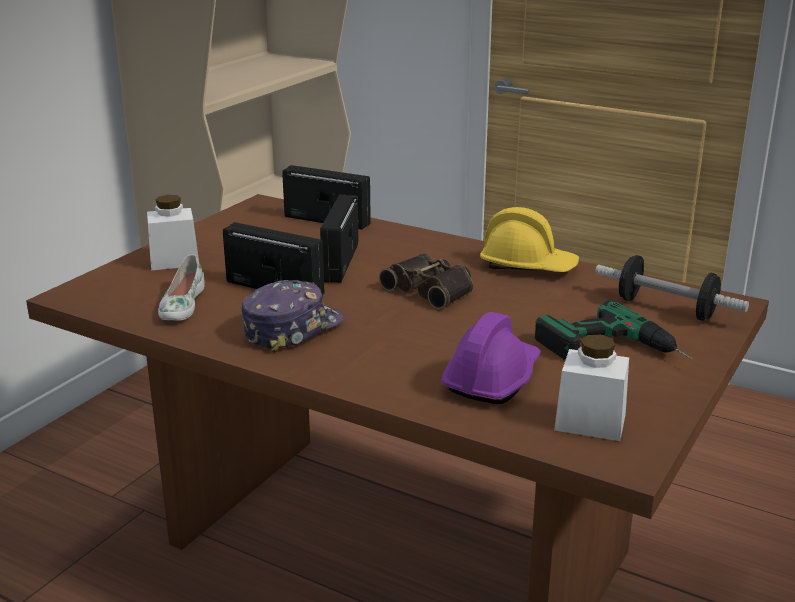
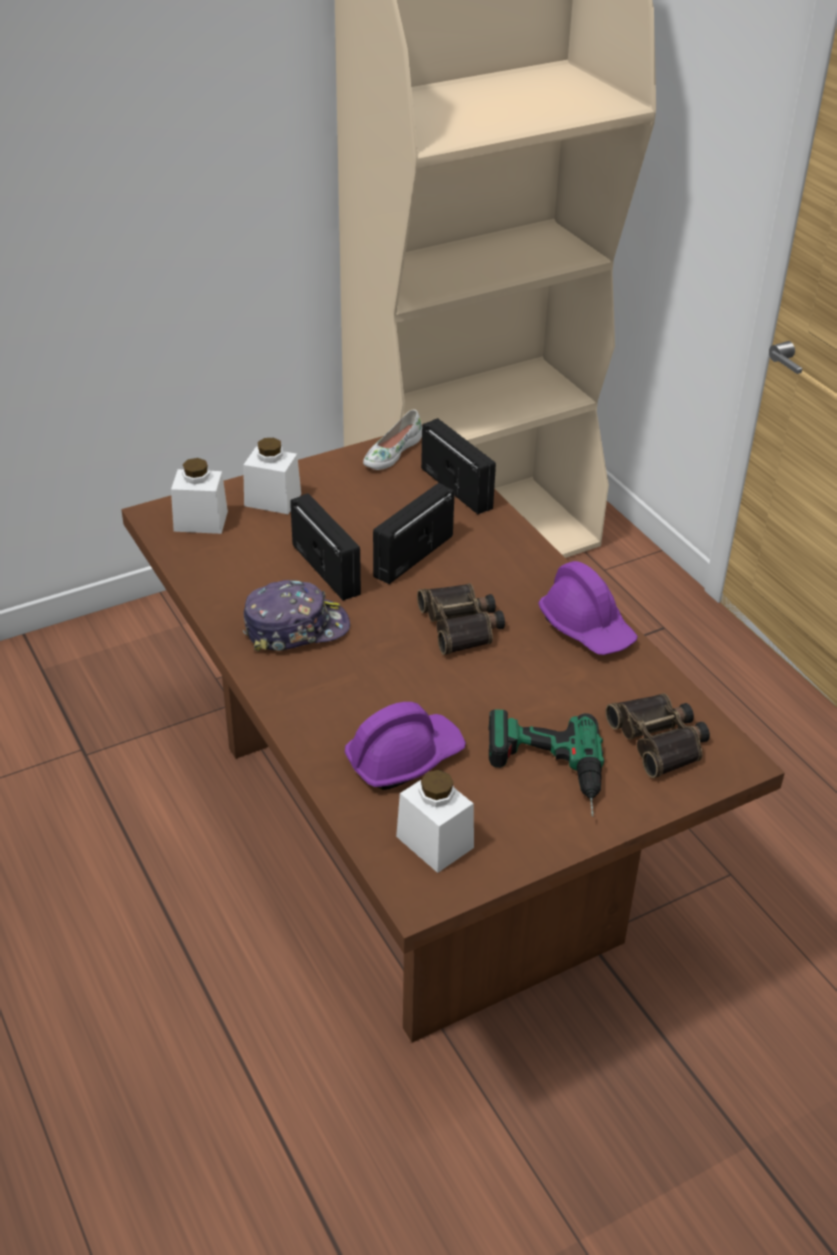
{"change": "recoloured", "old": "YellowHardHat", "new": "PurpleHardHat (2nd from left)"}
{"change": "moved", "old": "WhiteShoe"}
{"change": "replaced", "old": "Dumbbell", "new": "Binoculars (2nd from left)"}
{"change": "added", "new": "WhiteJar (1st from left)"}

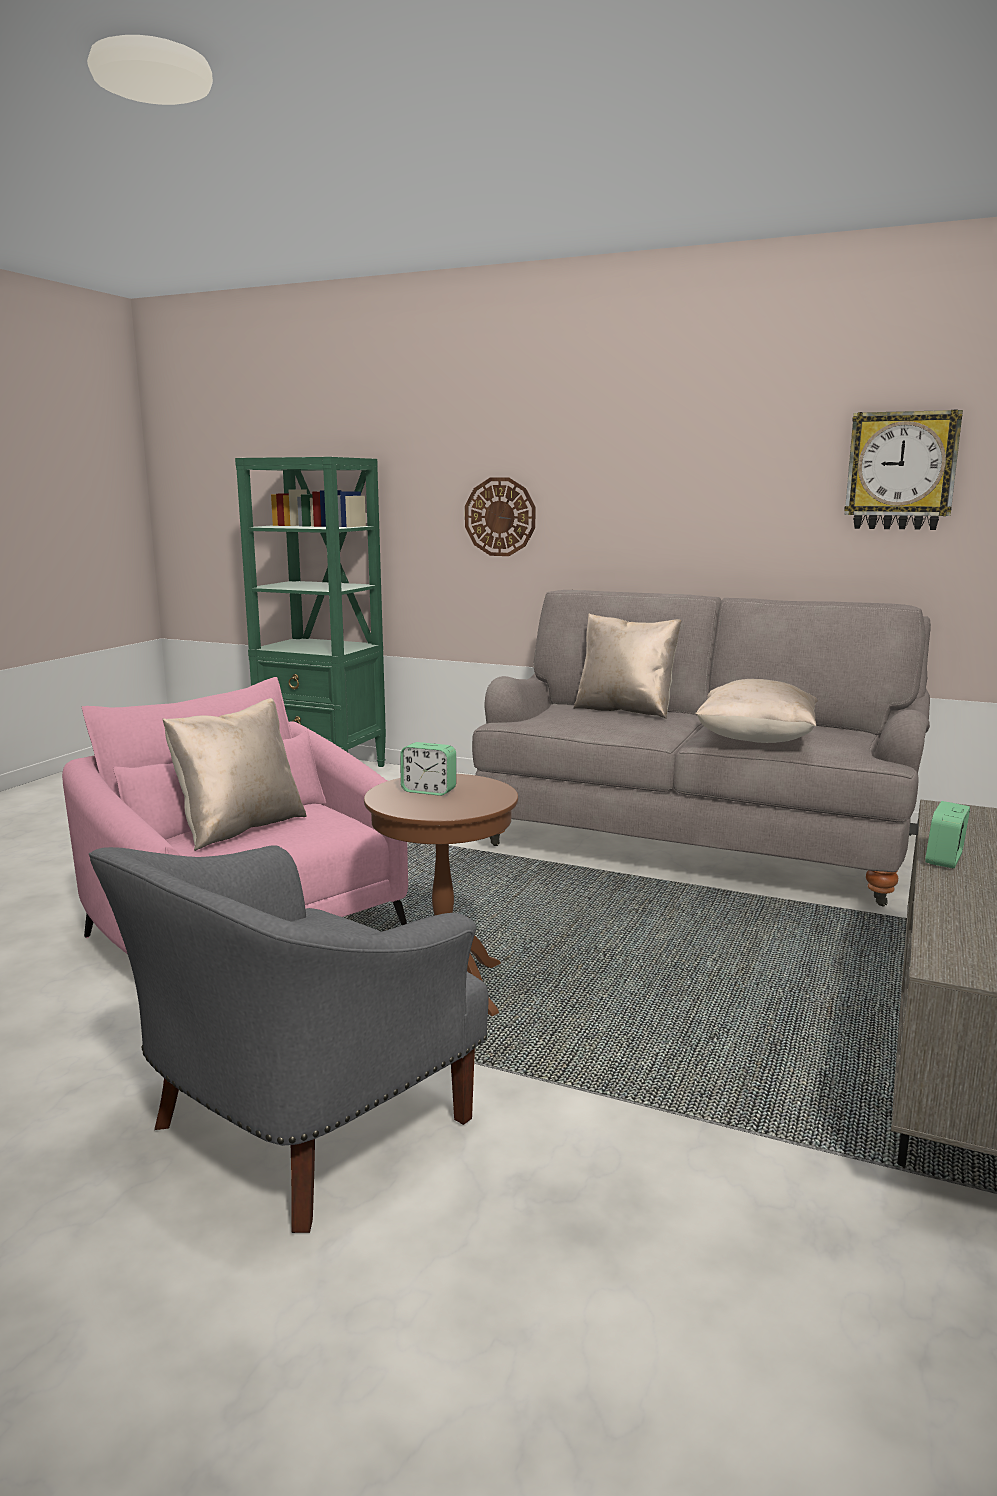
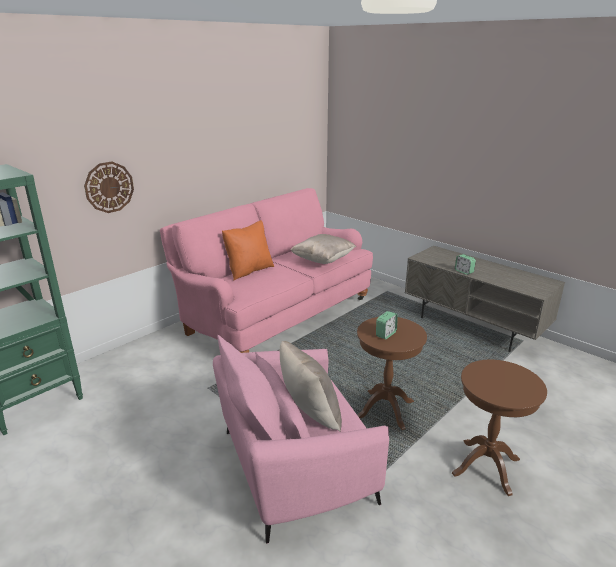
{"change": "removed", "old": "WallClock (2nd from left)"}
{"change": "recoloured", "old": "GreySofa", "new": "PinkSofa"}
{"change": "recoloured", "old": "BeigePillow (2nd from left)", "new": "OrangePillow"}
{"change": "replaced", "old": "GreyArmchair", "new": "BrownSideTable (2nd from left)"}

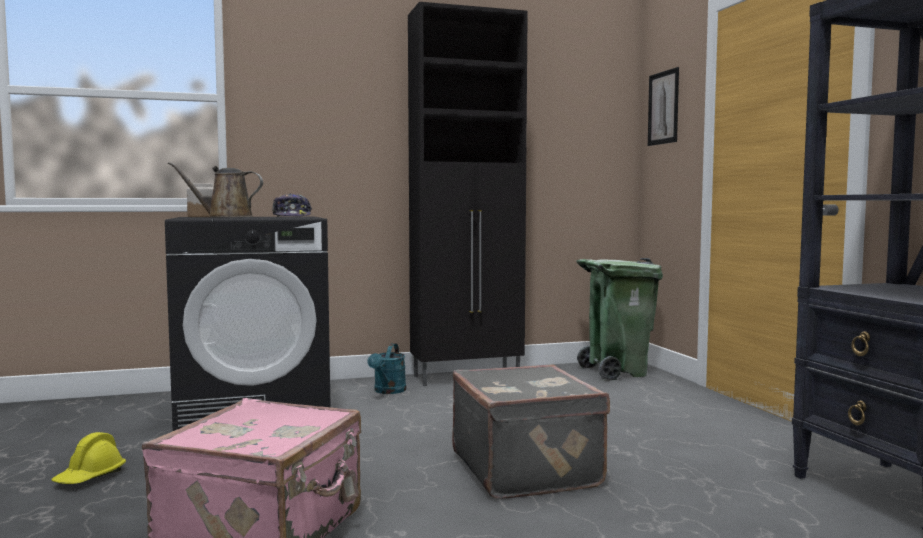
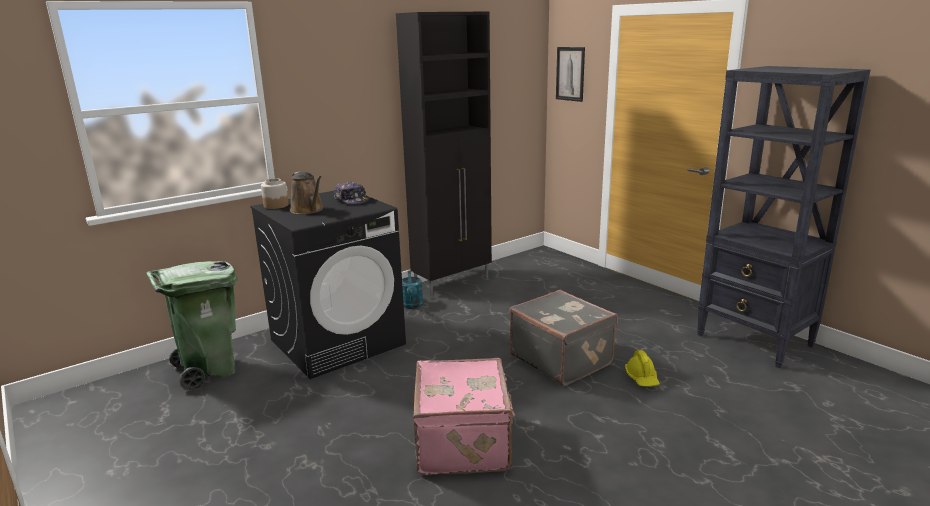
{"change": "turned", "old": "BrownWateringCan", "degrees": -105}
{"change": "moved", "old": "GreenTrashCan"}
{"change": "moved", "old": "YellowHardHat"}

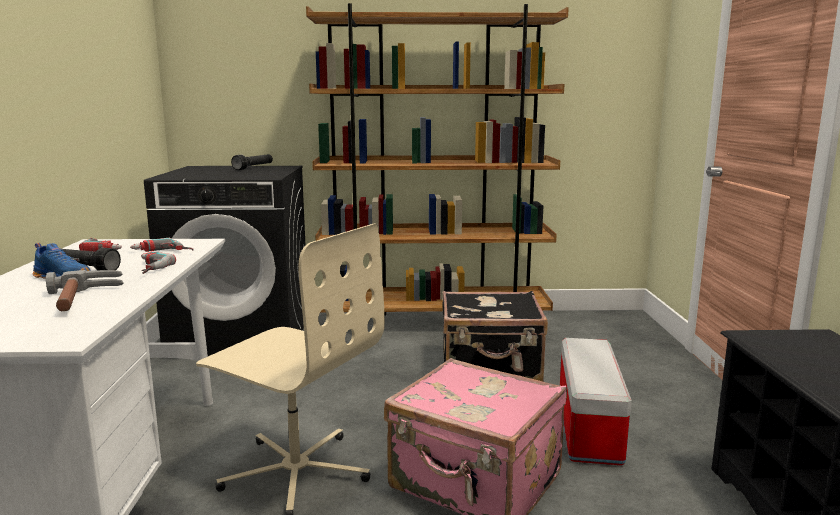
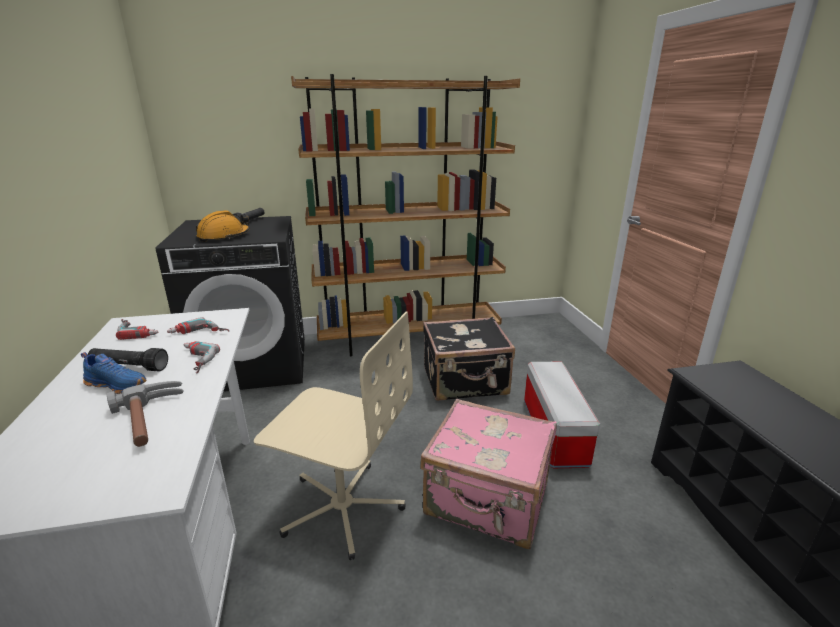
{"change": "added", "new": "OrangeHardHat"}

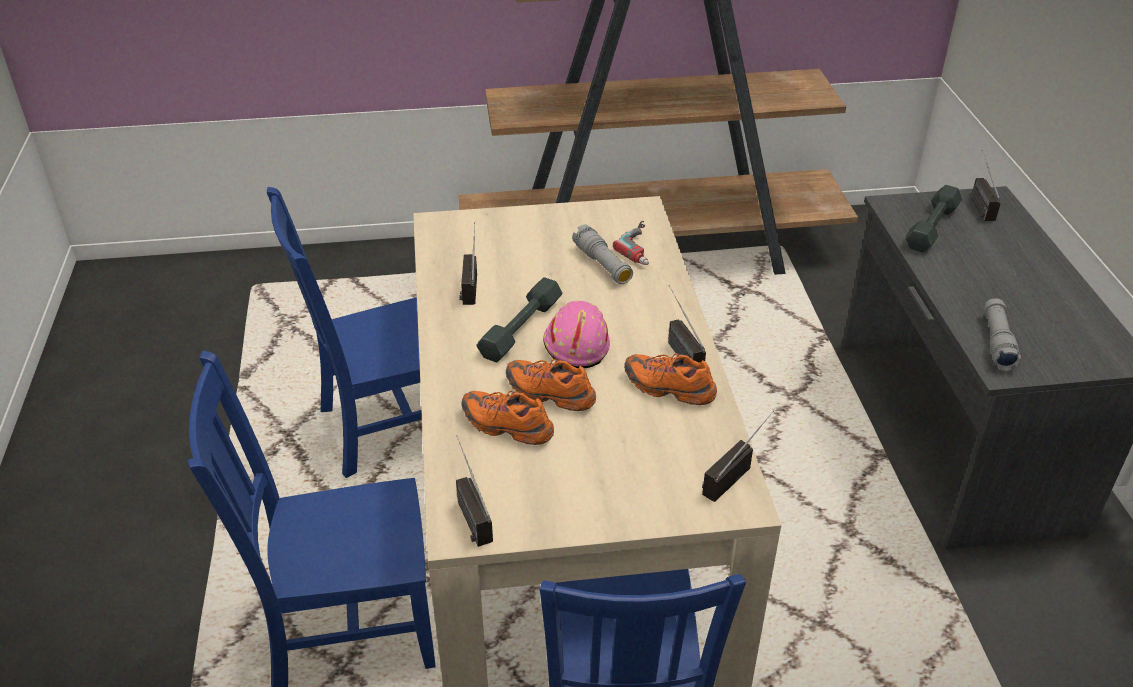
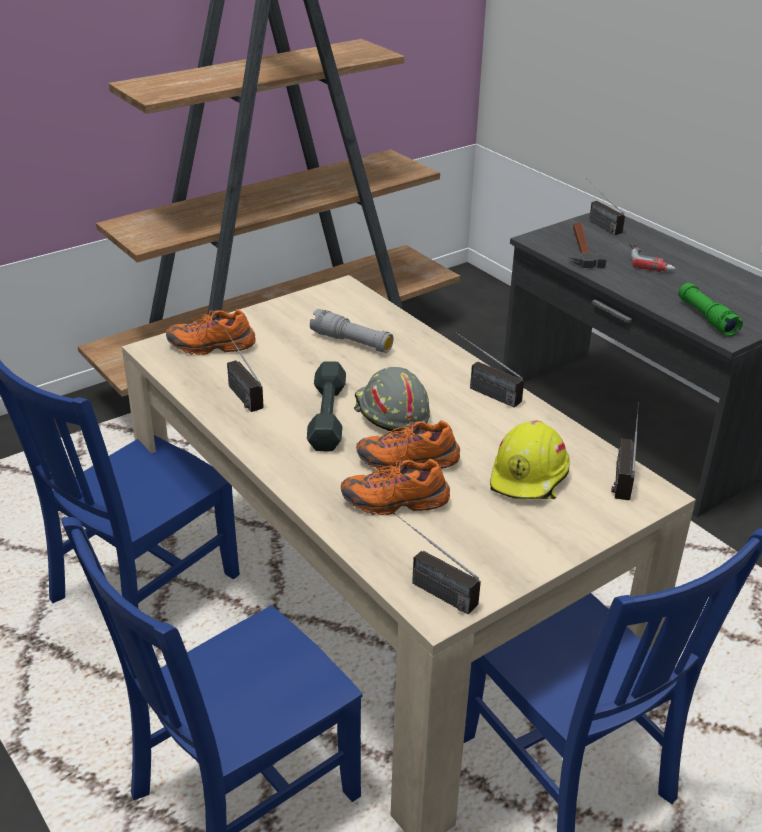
{"change": "replaced", "old": "GreyDumbbell (2nd from left)", "new": "Hammer"}
{"change": "moved", "old": "PowerDrill"}
{"change": "recoloured", "old": "GreyFlashlight (2nd from left)", "new": "GreenFlashlight"}
{"change": "recoloured", "old": "PinkHardHat", "new": "GreyHardHat"}
{"change": "moved", "old": "OrangeShoe (3rd from left in the first image)", "new": "OrangeShoe (1st from left)"}
{"change": "added", "new": "YellowHardHat"}

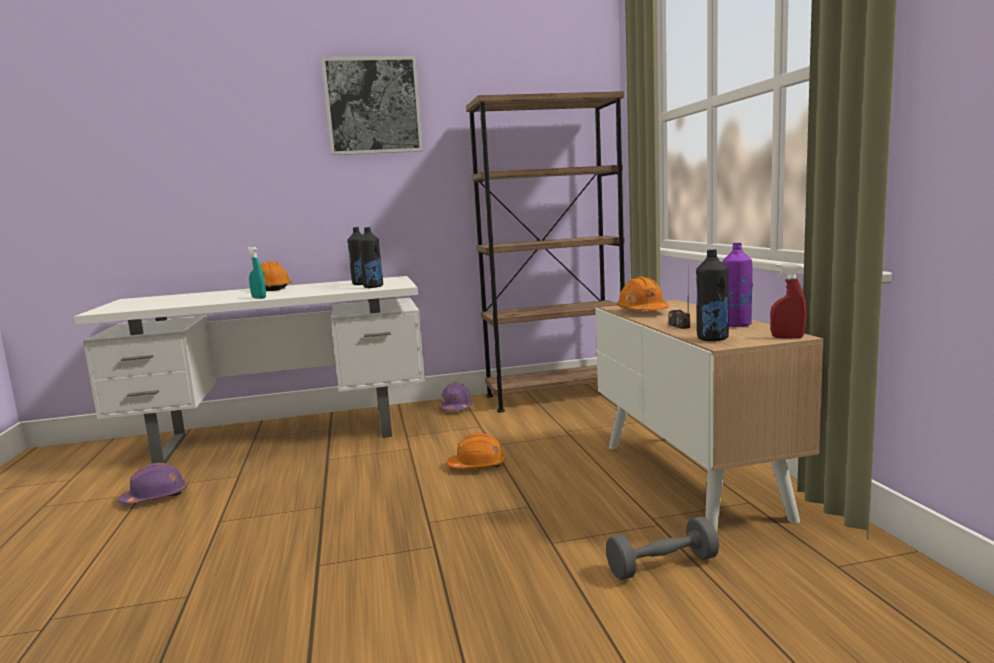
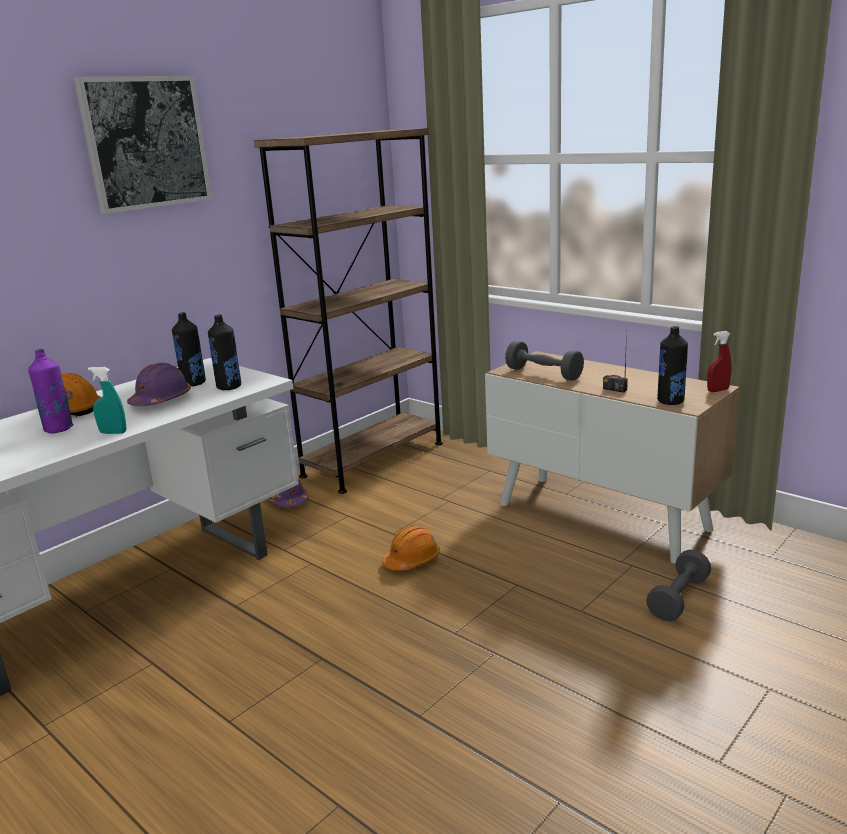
{"change": "moved", "old": "PurpleBottle"}
{"change": "replaced", "old": "OrangeHardHat (3rd from left)", "new": "GreyDumbbell (1st from left)"}
{"change": "moved", "old": "PurpleHardHat (1st from left)"}

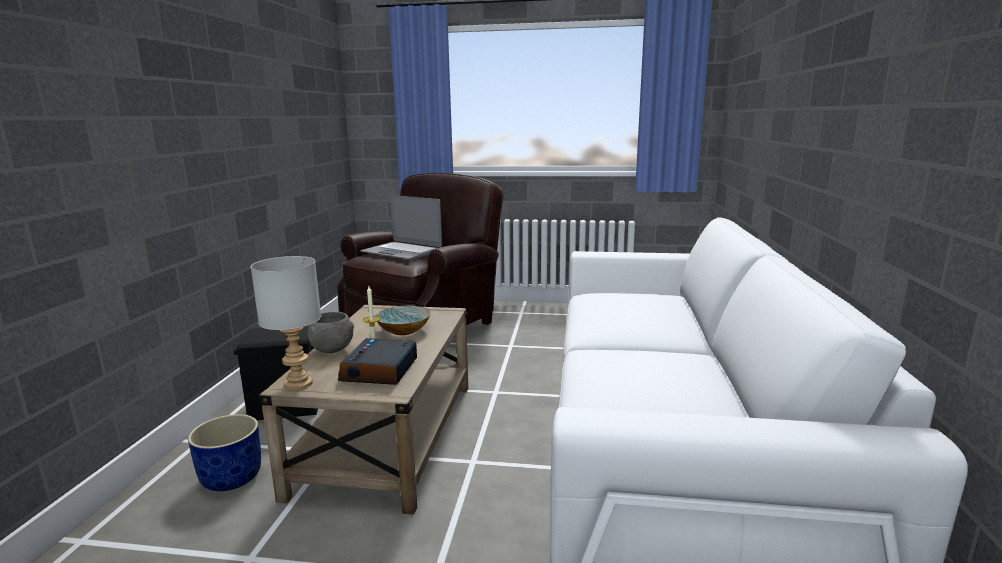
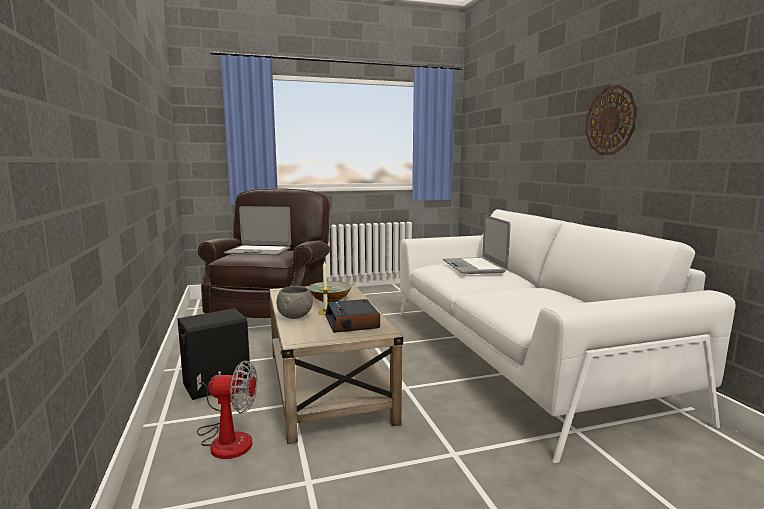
{"change": "removed", "old": "GreyTableLamp"}
{"change": "replaced", "old": "BluePlanter", "new": "Fan"}
{"change": "added", "new": "WallClock"}
{"change": "added", "new": "Laptop (2nd from left)"}

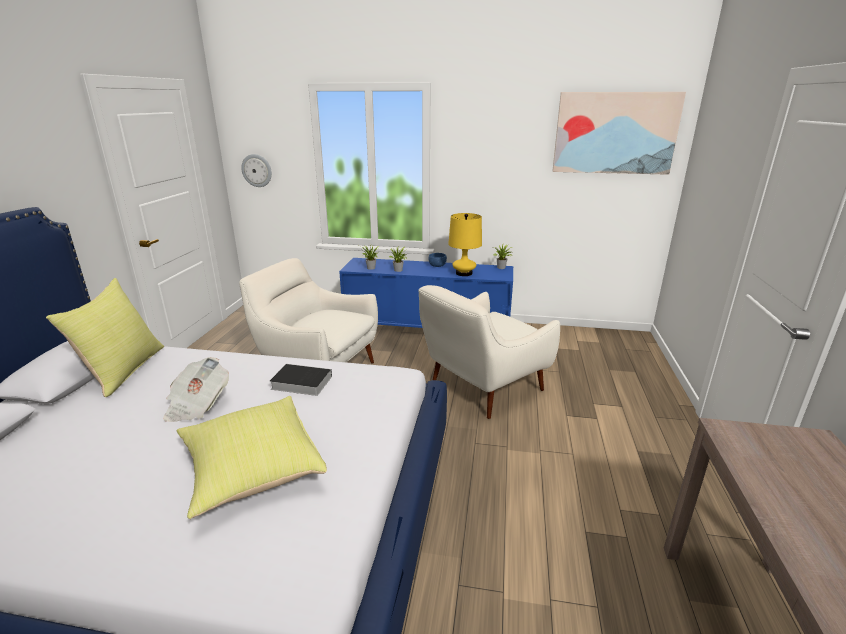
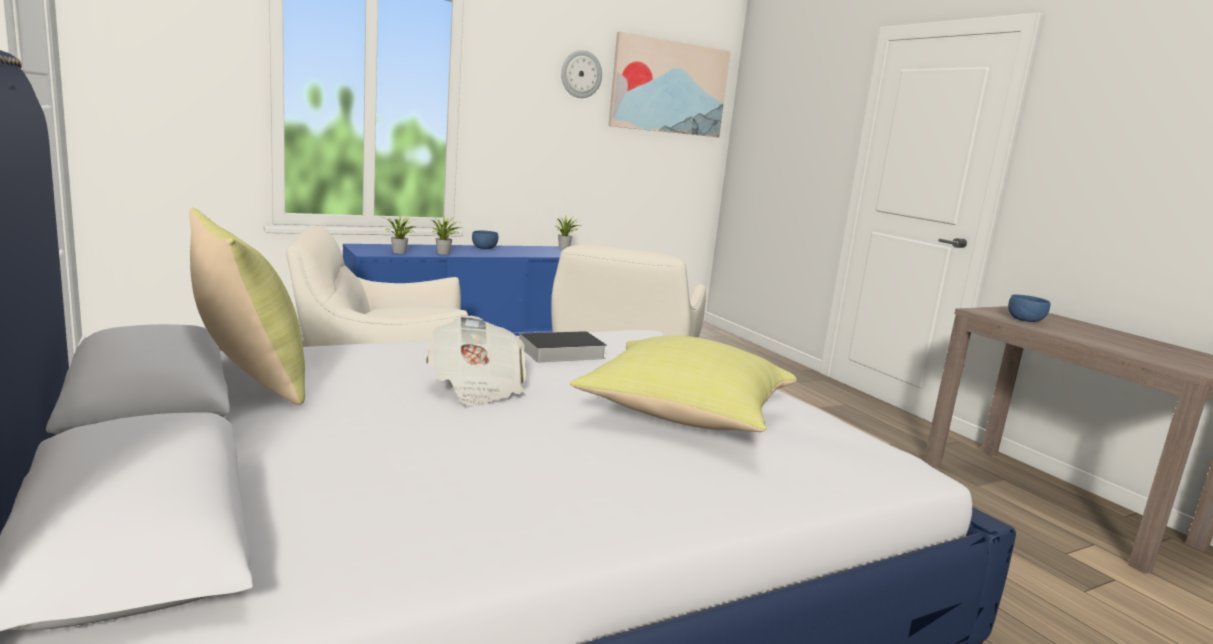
{"change": "moved", "old": "WallClock"}
{"change": "removed", "old": "YellowTableLamp"}
{"change": "added", "new": "BlueBowl (2nd from left)"}

